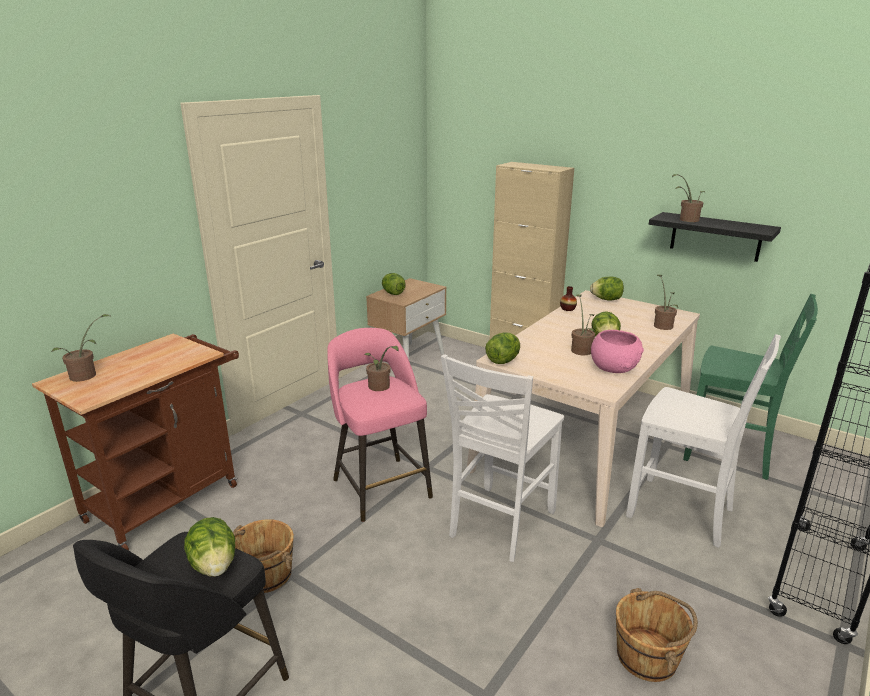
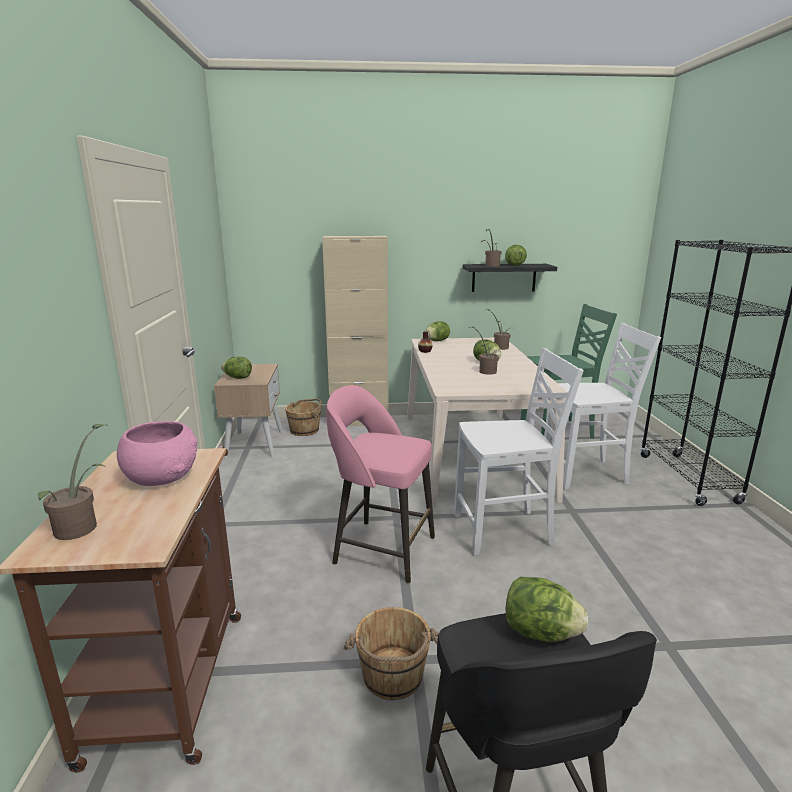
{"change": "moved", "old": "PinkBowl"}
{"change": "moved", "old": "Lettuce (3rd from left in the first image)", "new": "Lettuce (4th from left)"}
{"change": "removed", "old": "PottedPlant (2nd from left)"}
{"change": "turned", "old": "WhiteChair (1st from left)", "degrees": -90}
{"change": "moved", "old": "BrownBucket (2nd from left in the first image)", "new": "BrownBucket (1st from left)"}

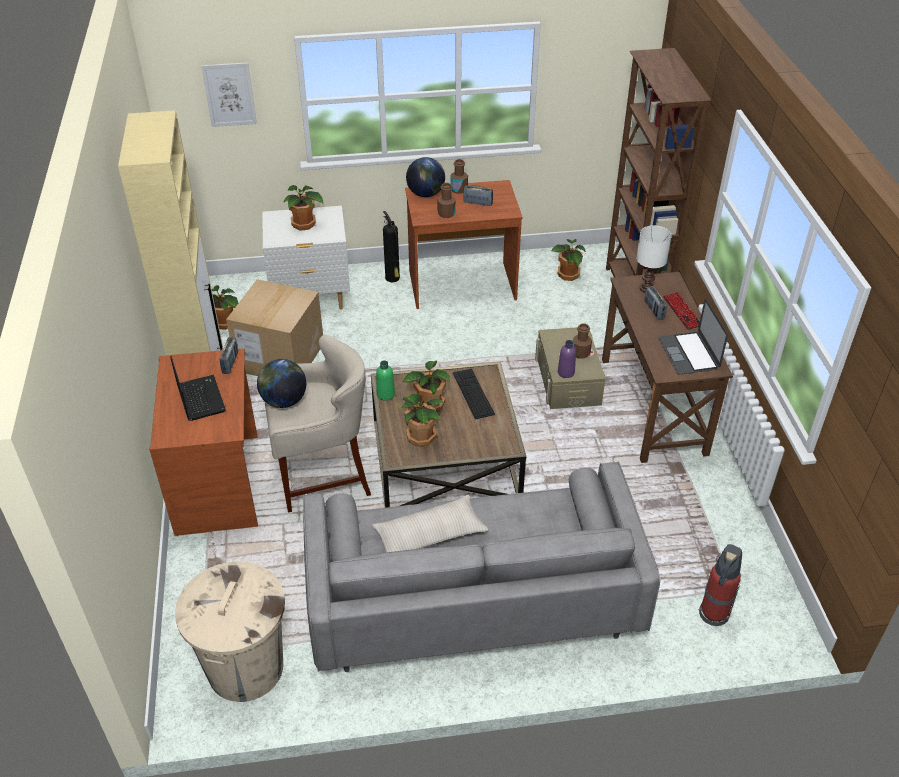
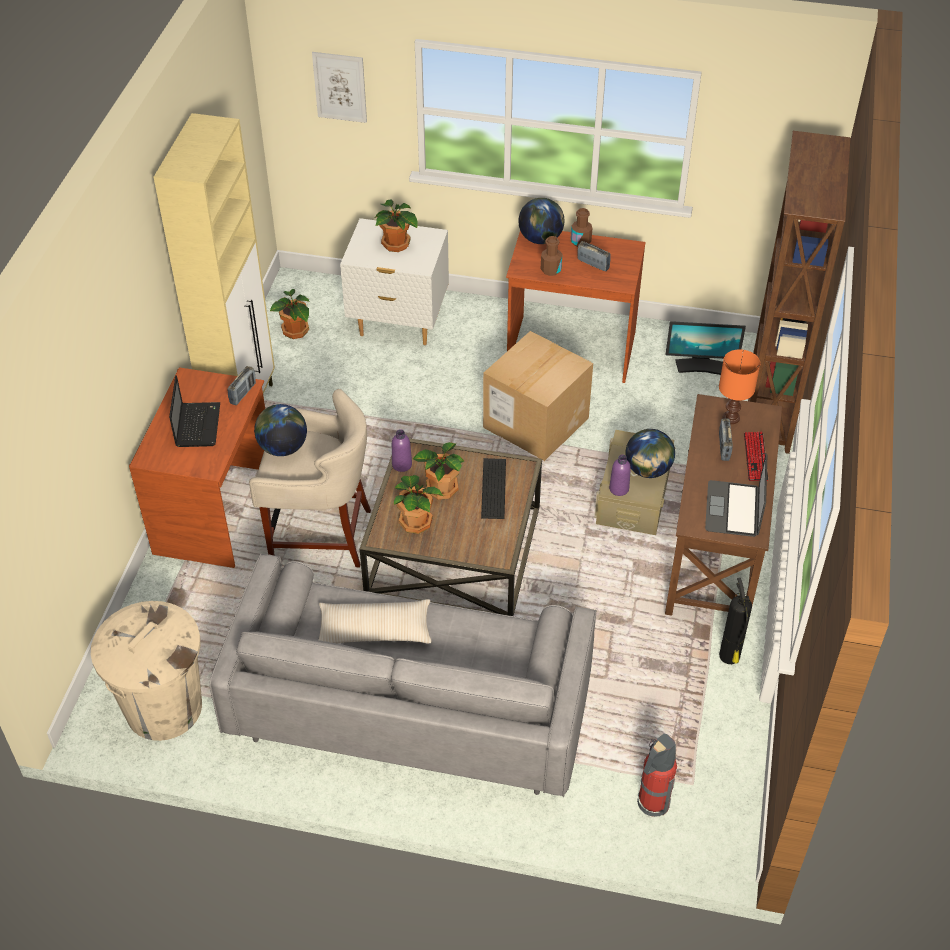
{"change": "moved", "old": "FireExtinguisher (1st from left in the first image)", "new": "FireExtinguisher (2nd from left)"}
{"change": "recoloured", "old": "WhiteTableLamp", "new": "OrangeTableLamp"}
{"change": "replaced", "old": "PottedPlant (5th from left)", "new": "Monitor"}
{"change": "moved", "old": "CardboardBox"}
{"change": "replaced", "old": "BrownBottle (3rd from left)", "new": "Globe (3rd from left)"}
{"change": "recoloured", "old": "GreenBottle", "new": "PurpleBottle (1st from left)"}

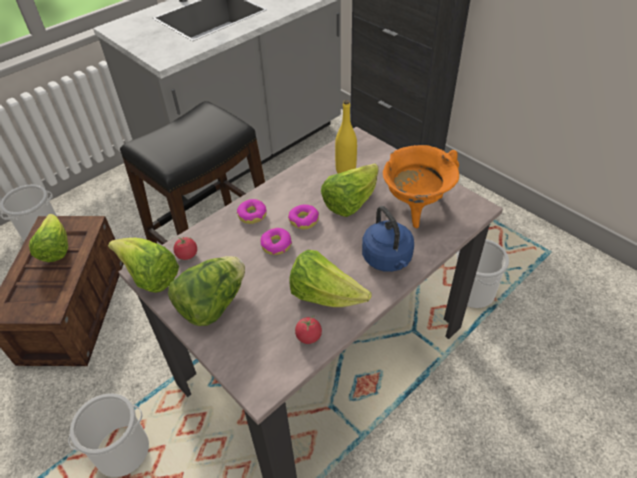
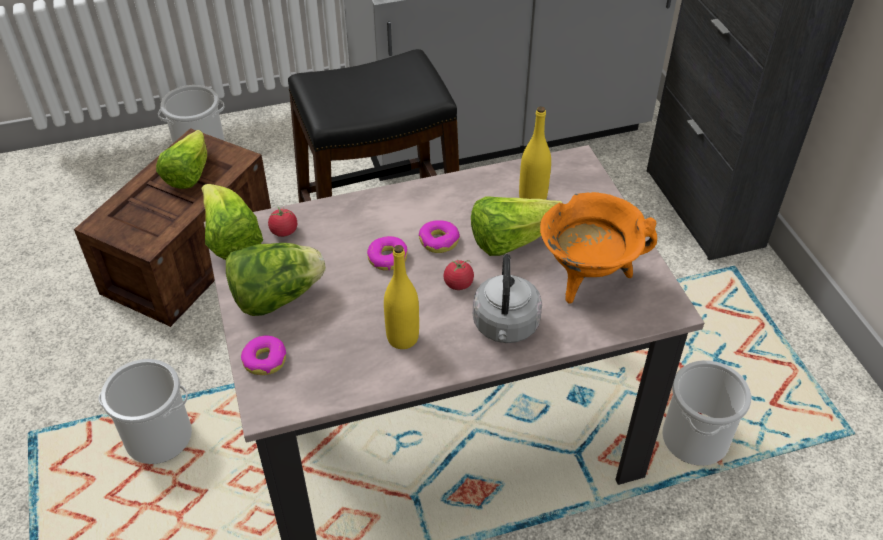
{"change": "moved", "old": "Donut (1st from left)"}
{"change": "recoloured", "old": "BlueKettle", "new": "GreyKettle"}
{"change": "replaced", "old": "Lettuce (4th from left)", "new": "YellowBottle (1st from left)"}
{"change": "moved", "old": "Tomato (2nd from left)"}

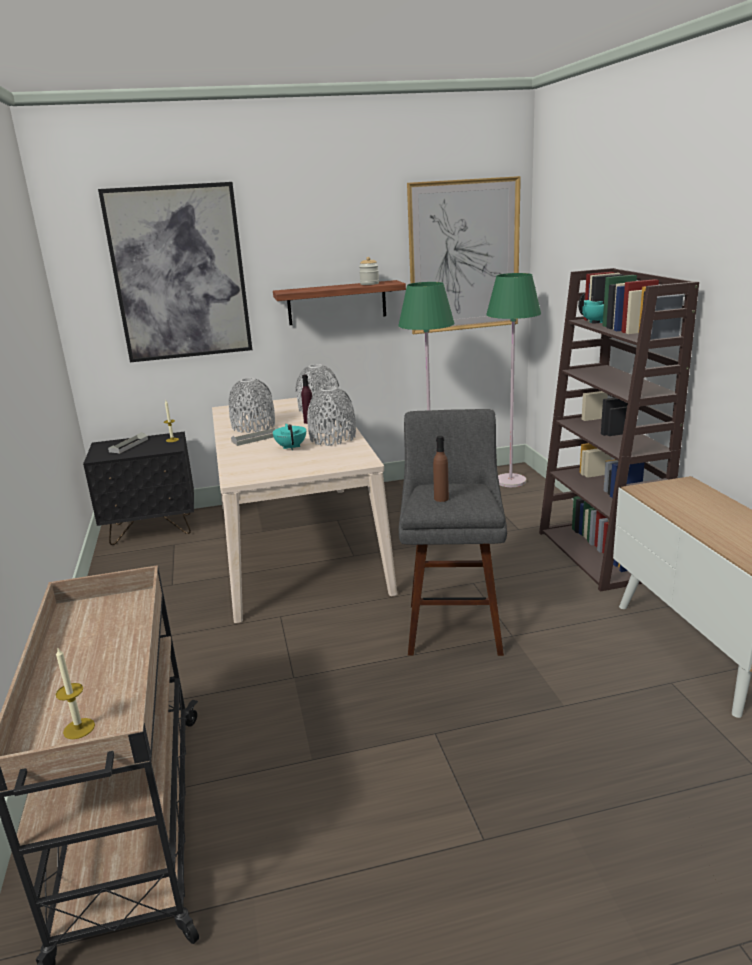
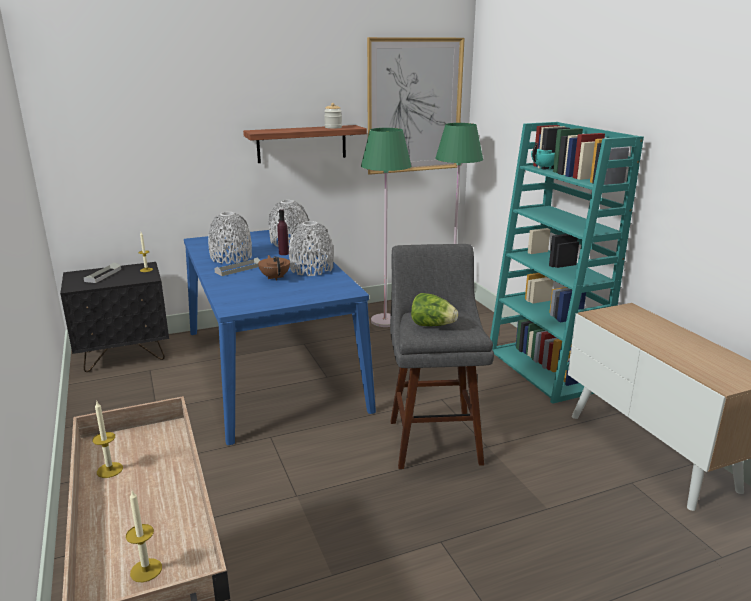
{"change": "removed", "old": "Picture (1st from left)"}
{"change": "recoloured", "old": "BrownBookcase", "new": "TurquoiseBookcase"}
{"change": "recoloured", "old": "BeigeDiningTable", "new": "BlueDiningTable"}
{"change": "recoloured", "old": "TurquoiseTeapot (1st from left)", "new": "BrownTeapot"}
{"change": "replaced", "old": "BrownBottle", "new": "Lettuce"}
{"change": "added", "new": "Candle (1st from left)"}

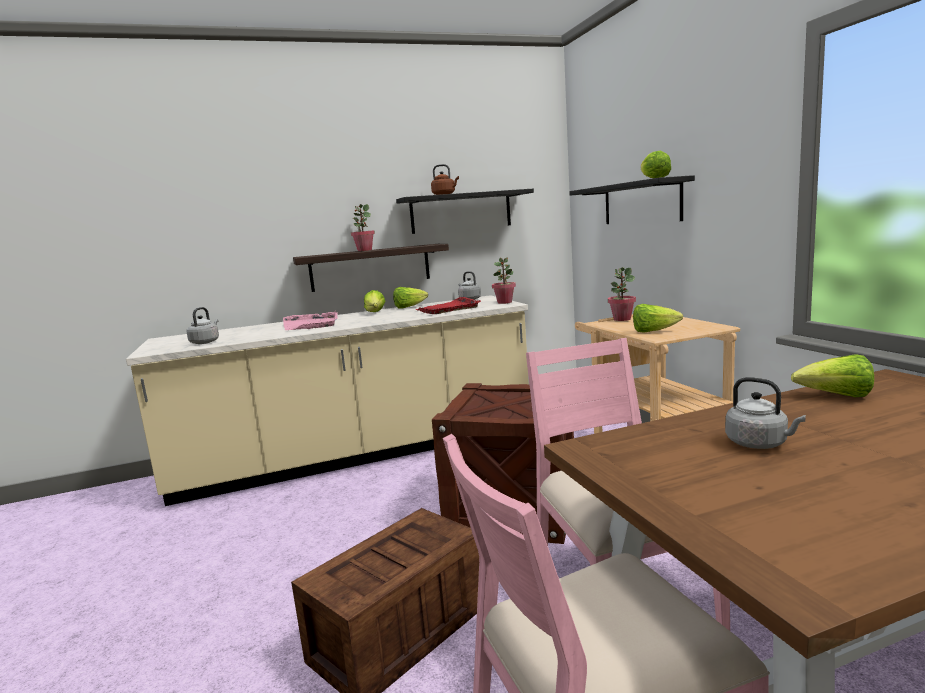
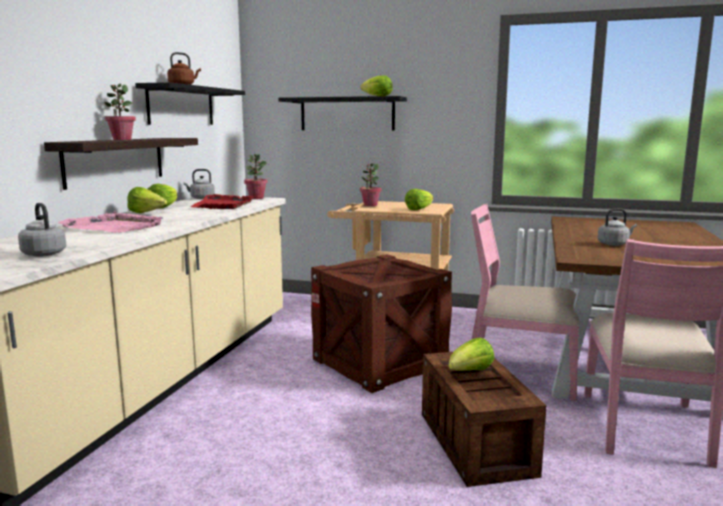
{"change": "moved", "old": "Lettuce (5th from left)"}

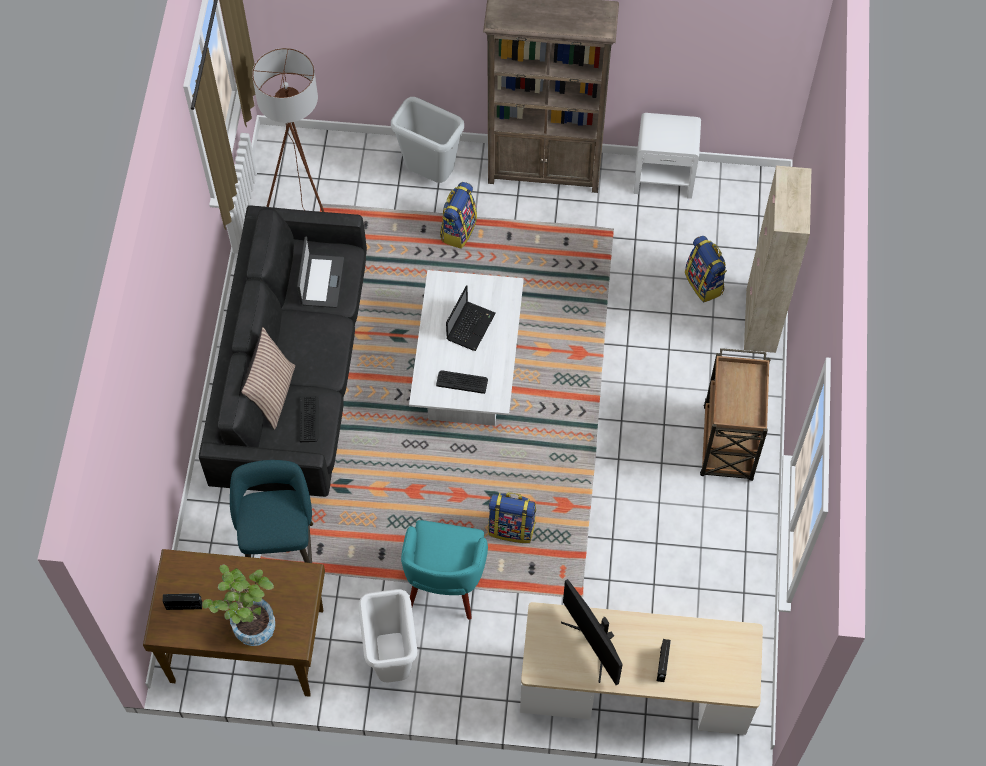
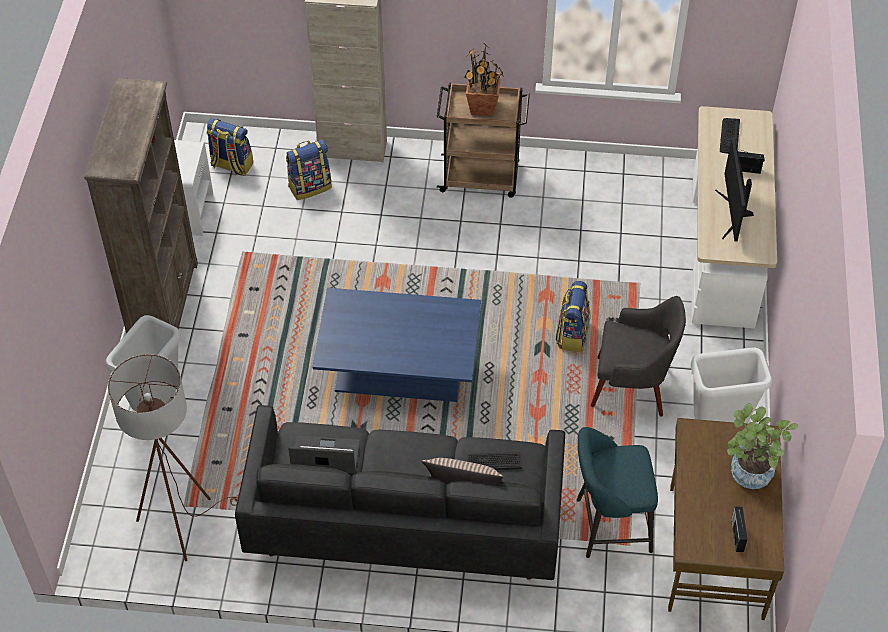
{"change": "moved", "old": "Backpack (1st from left)"}
{"change": "recoloured", "old": "WhiteCoffeeTable", "new": "BlueCoffeeTable"}
{"change": "removed", "old": "Laptop (2nd from left)"}
{"change": "moved", "old": "Keyboard (2nd from left)"}
{"change": "recoloured", "old": "TurquoiseArmchair", "new": "GreyArmchair"}
{"change": "turned", "old": "Monitor", "degrees": 120}
{"change": "added", "new": "PottedPlant (1st from left)"}

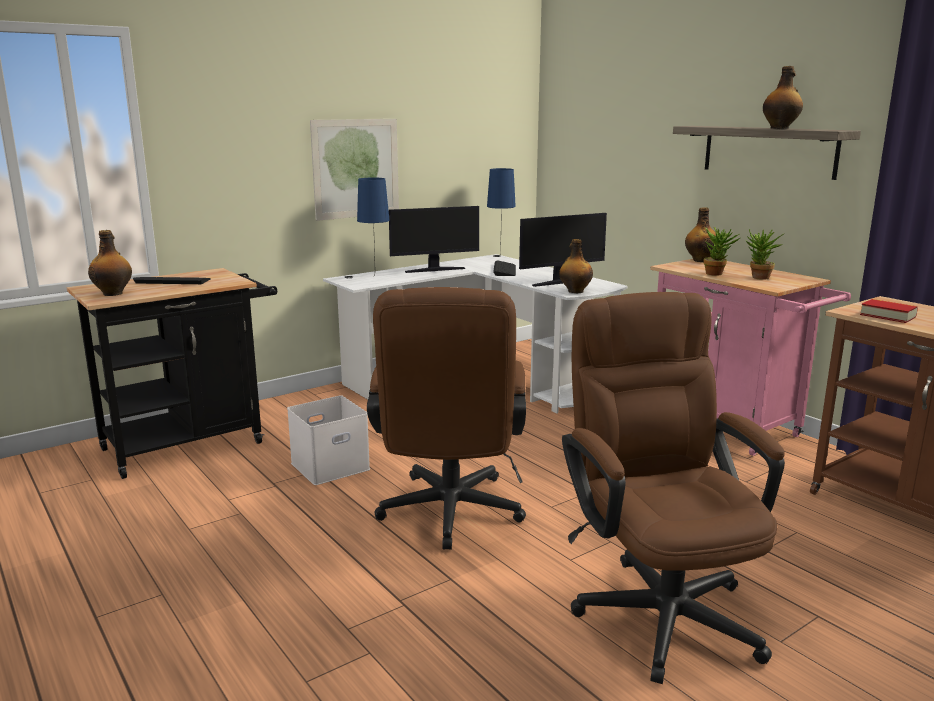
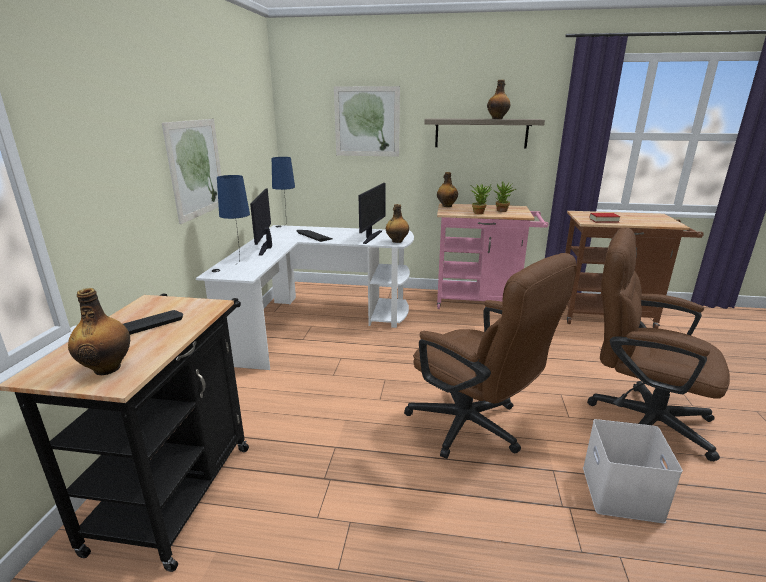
{"change": "turned", "old": "Monitor (1st from left)", "degrees": 150}
{"change": "moved", "old": "WhiteStorageBox"}
{"change": "added", "new": "Picture (2nd from left)"}

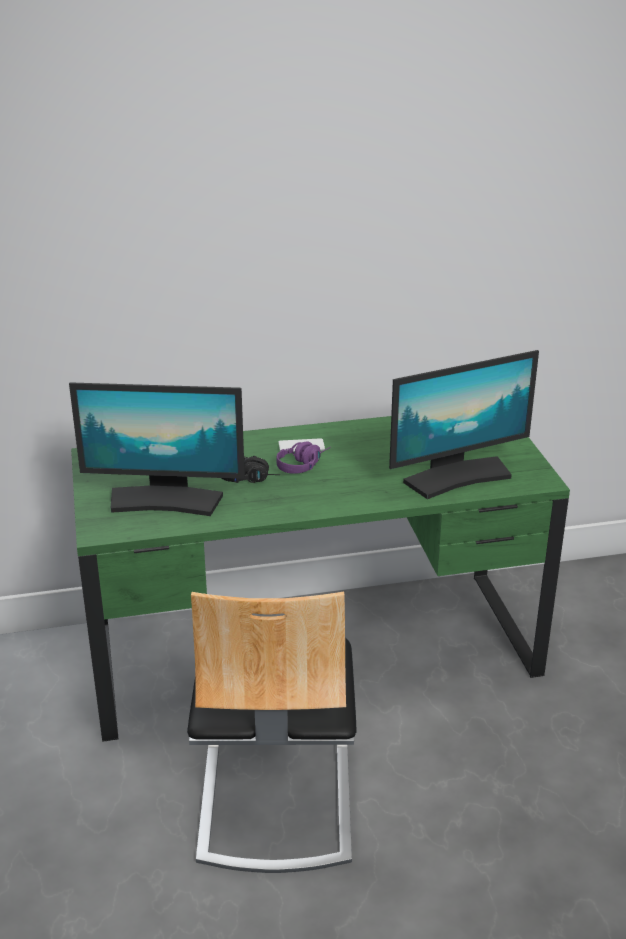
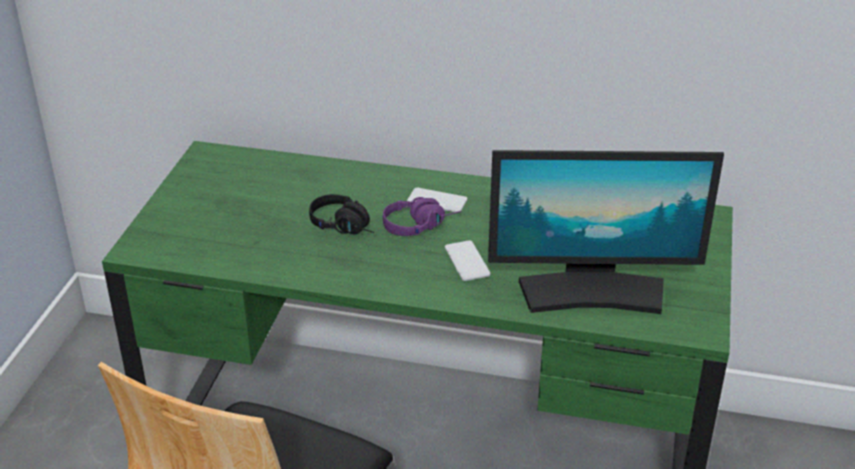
{"change": "removed", "old": "Monitor (1st from left)"}
{"change": "added", "new": "Phone (2nd from left)"}

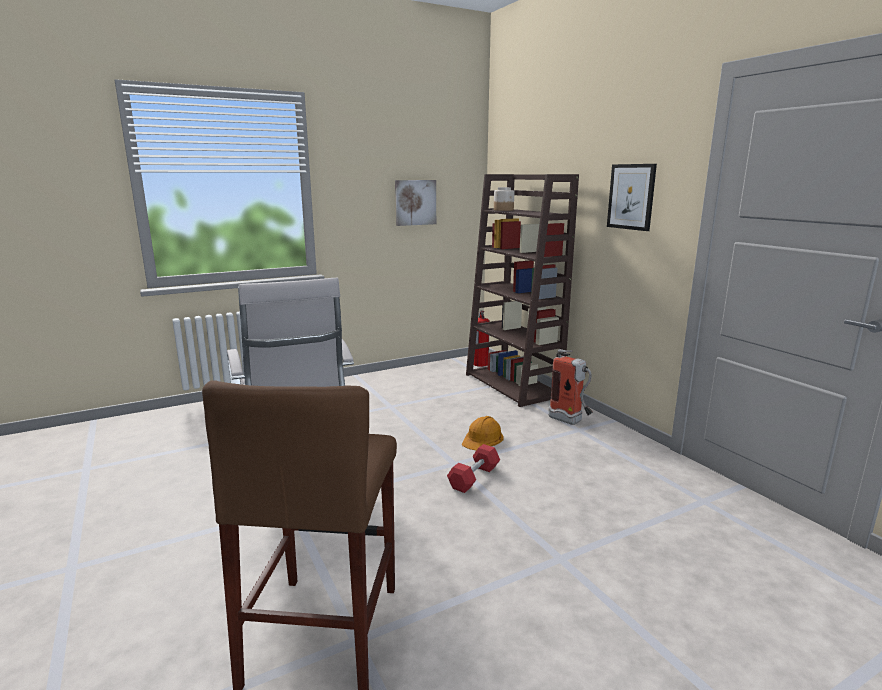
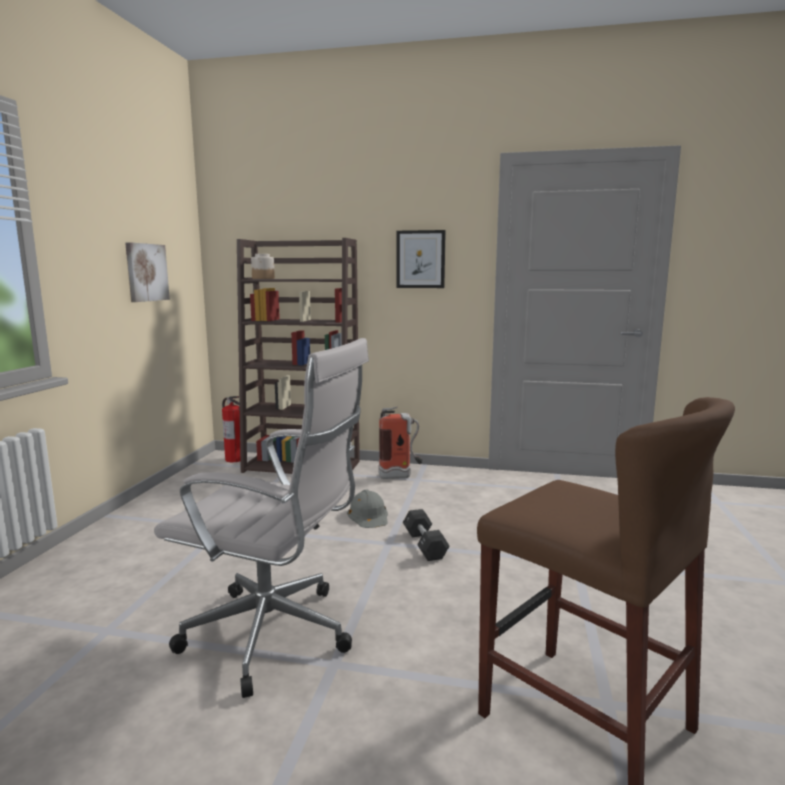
{"change": "recoloured", "old": "OrangeHardHat", "new": "GreyHardHat"}
{"change": "recoloured", "old": "RedDumbbell", "new": "BlackDumbbell"}

